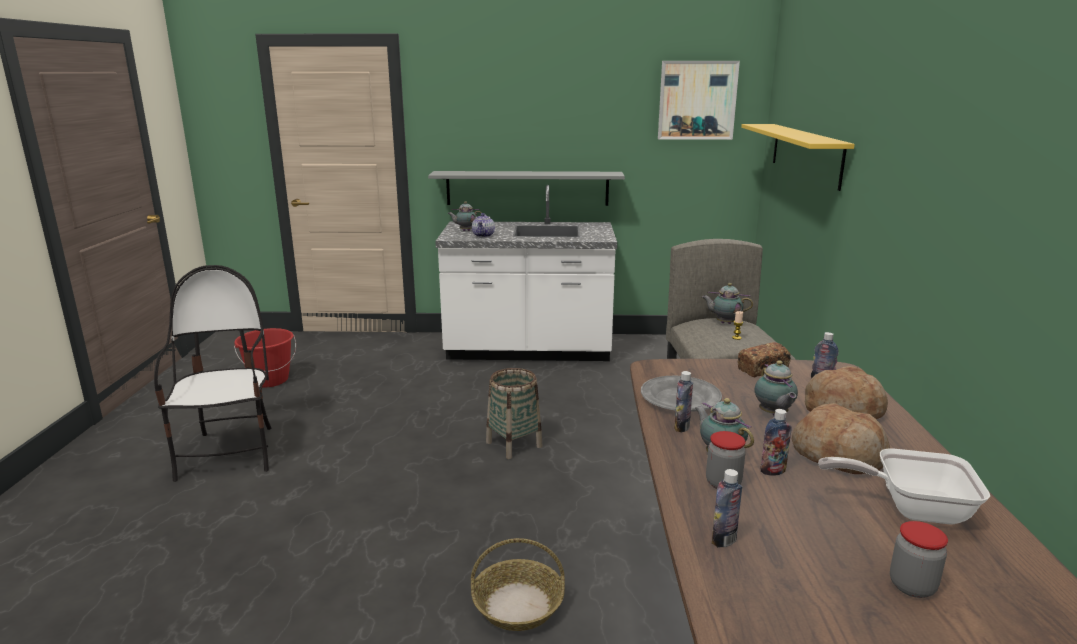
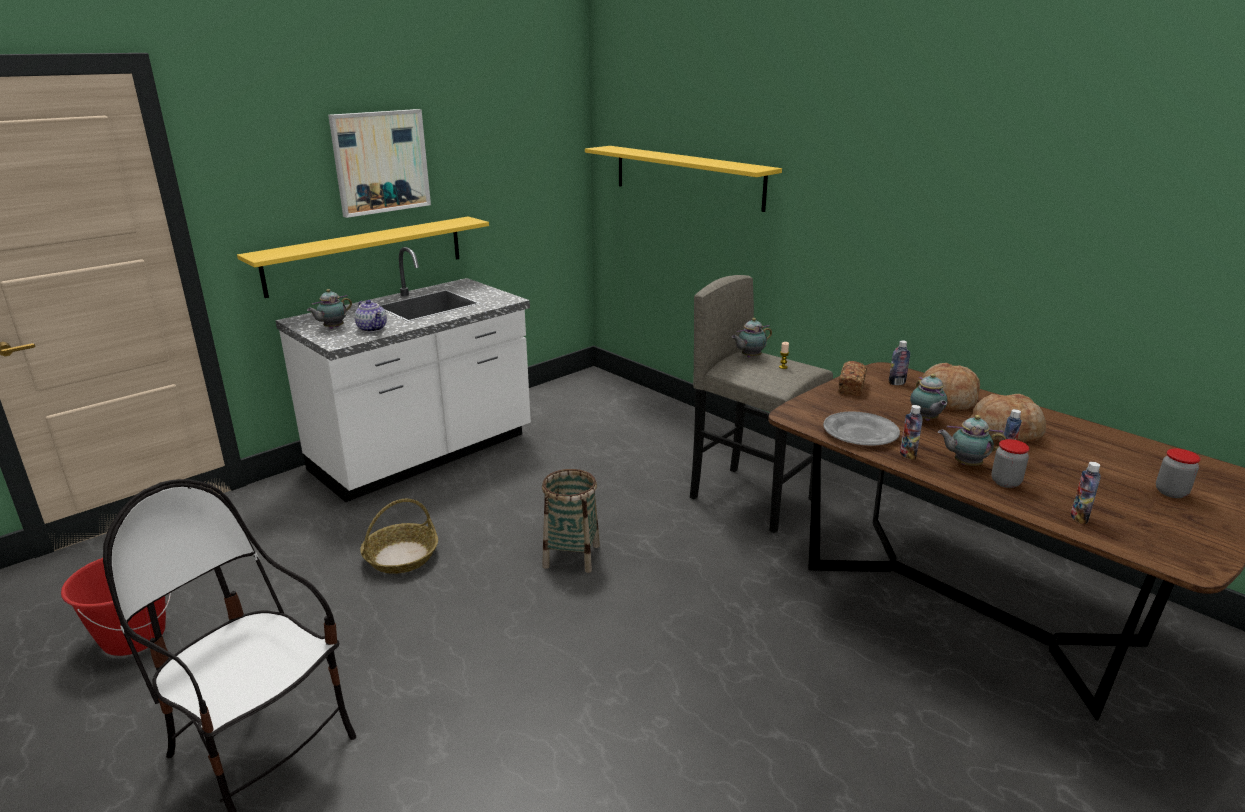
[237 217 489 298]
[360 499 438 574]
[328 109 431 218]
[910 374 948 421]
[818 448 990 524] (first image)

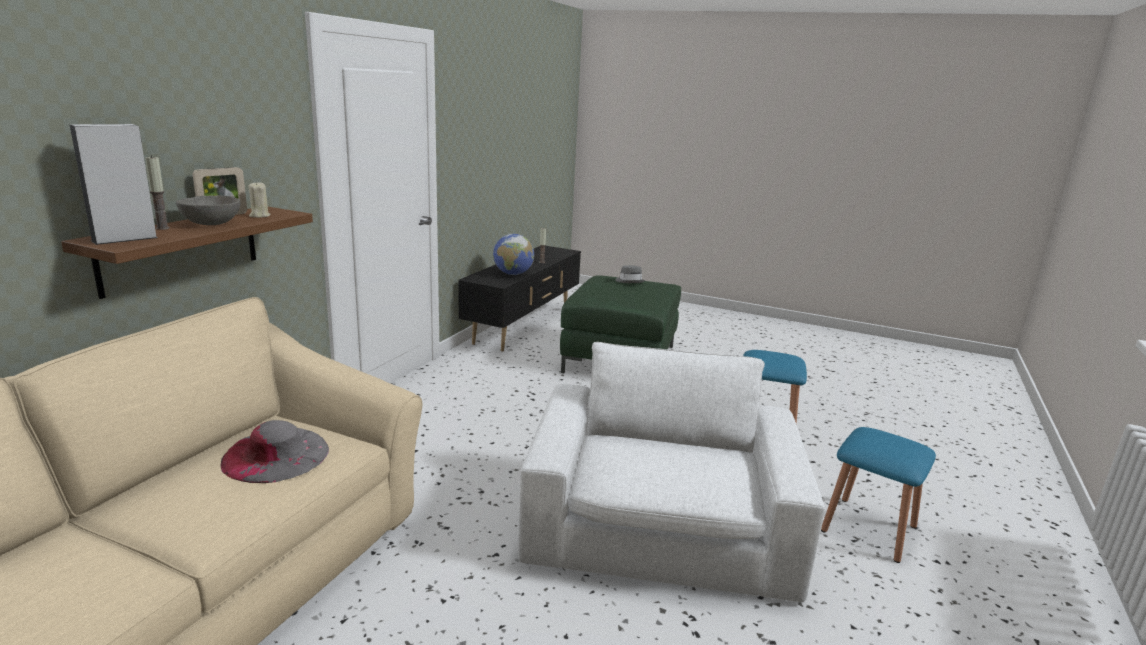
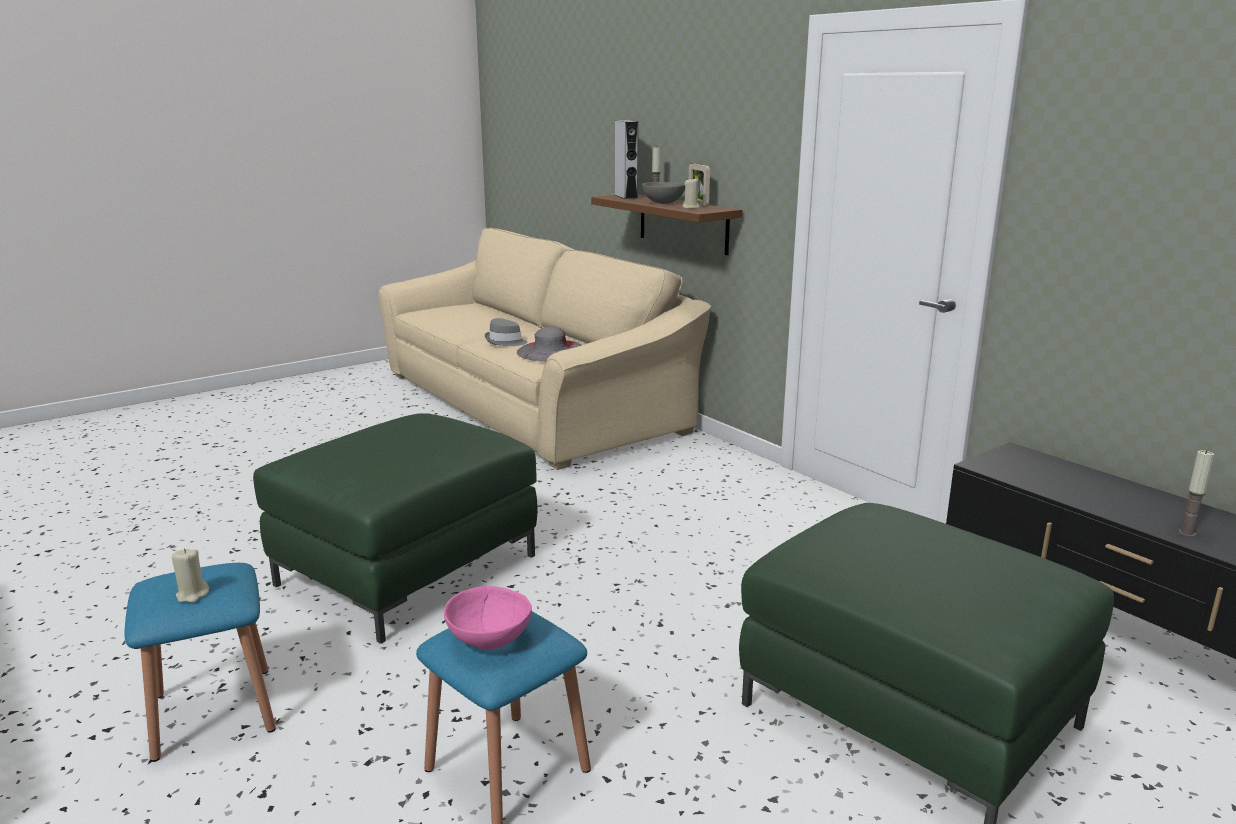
[493 234 534 275] (first image)
[253 413 538 644]
[485 318 528 346]
[172 548 209 603]
[444 586 532 649]

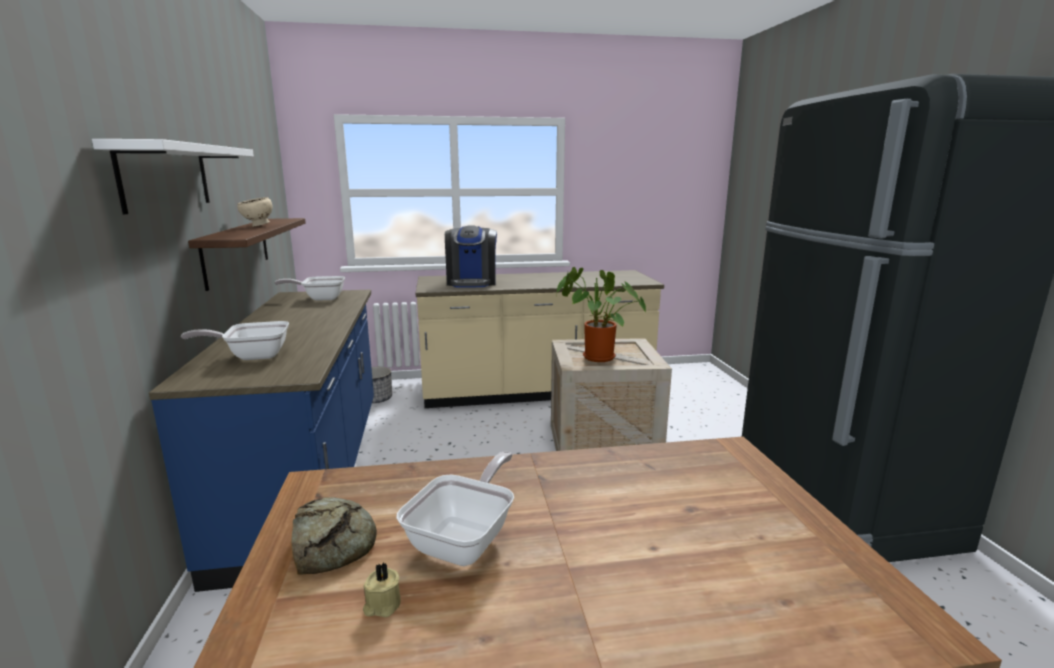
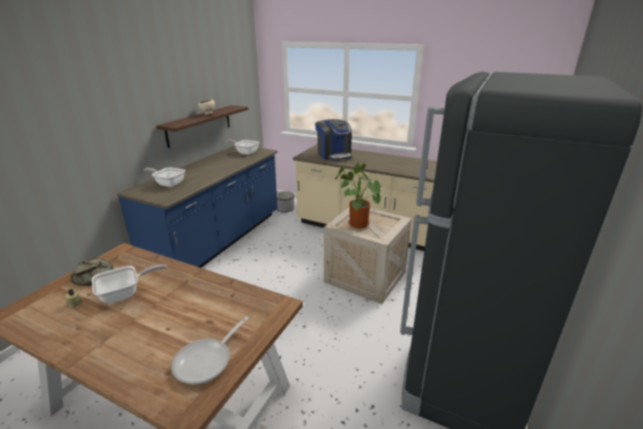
[92 139 254 214] (first image)
[315 119 352 161]
[171 317 249 385]

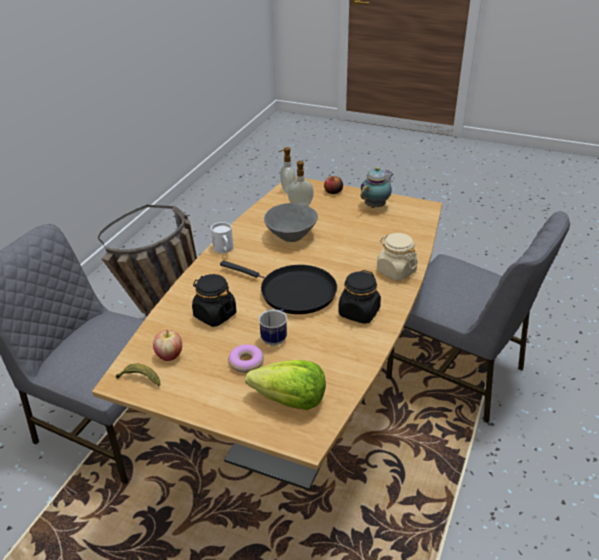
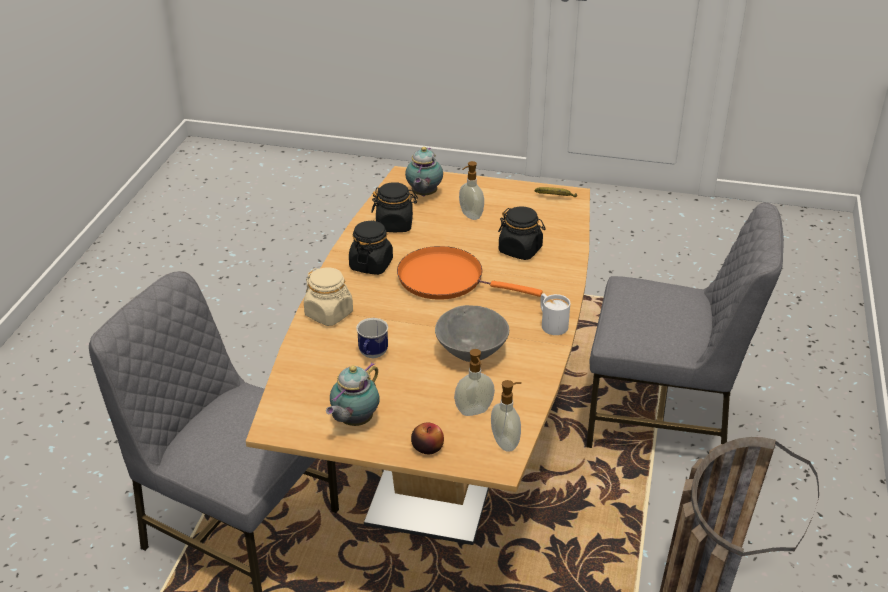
[153 330 182 361] (first image)
[397 246 543 300]
[459 161 484 220]
[405 147 443 196]
[356 318 388 358]
[371 182 418 232]

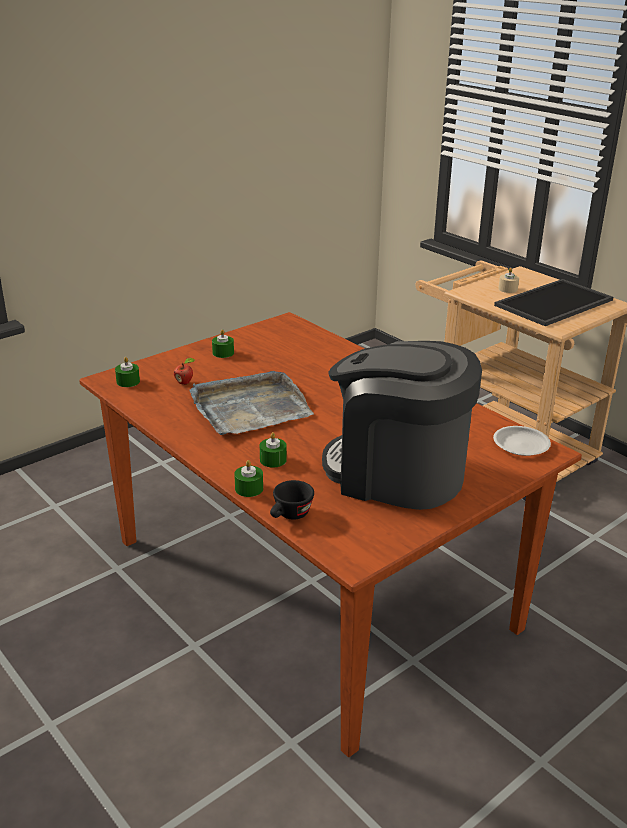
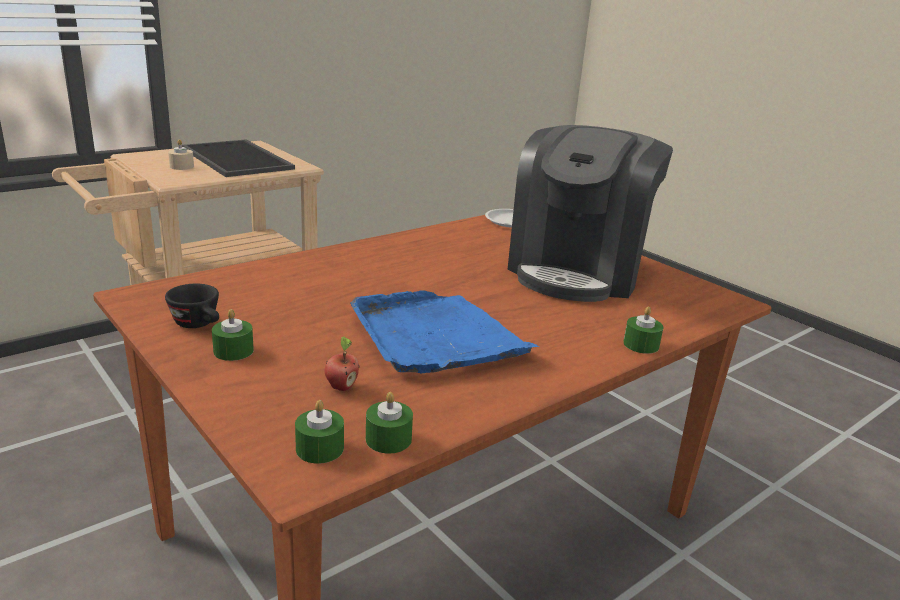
[350 290 539 373]
[366 392 413 454]
[165 284 219 328]

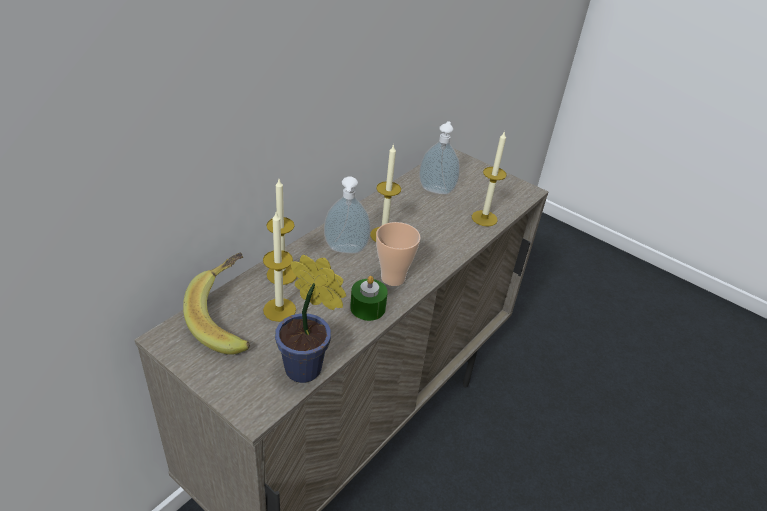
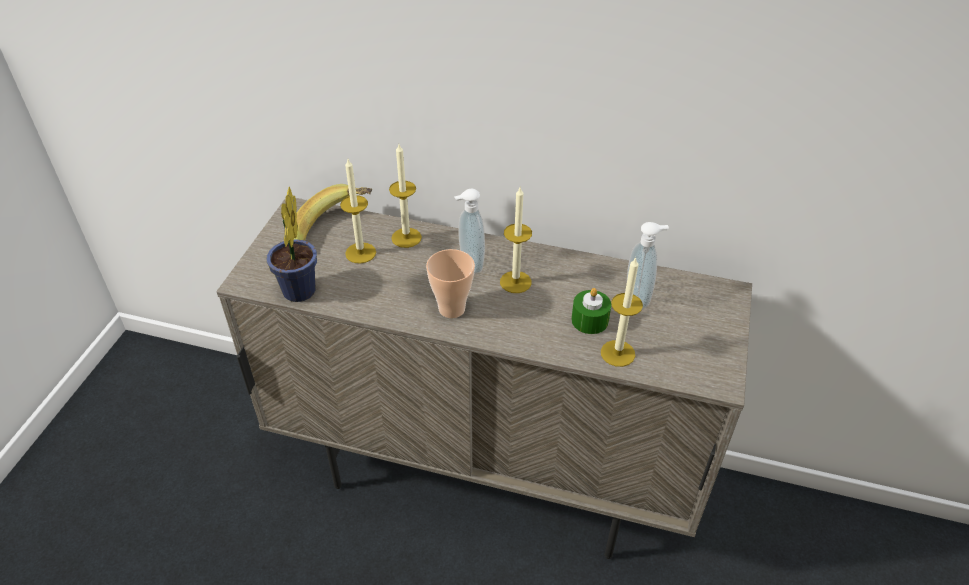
[571 288 611 334]

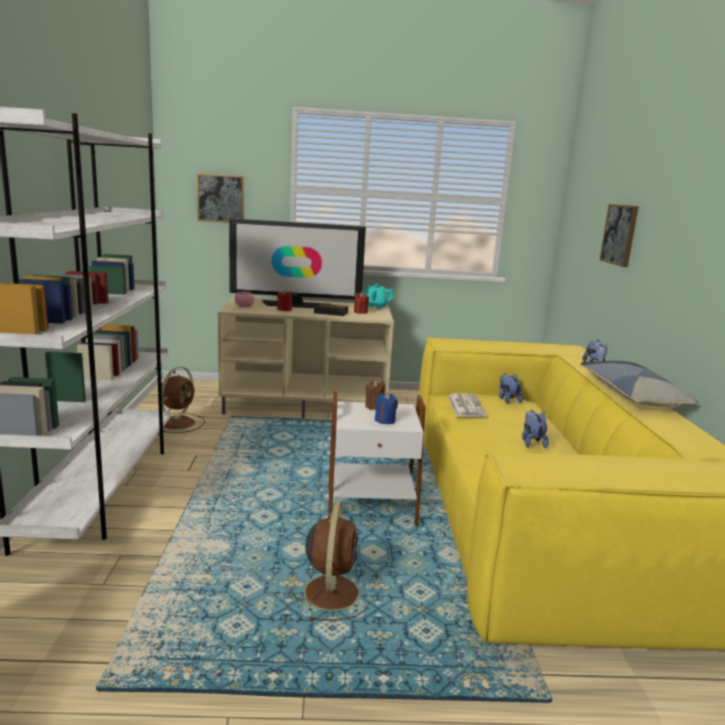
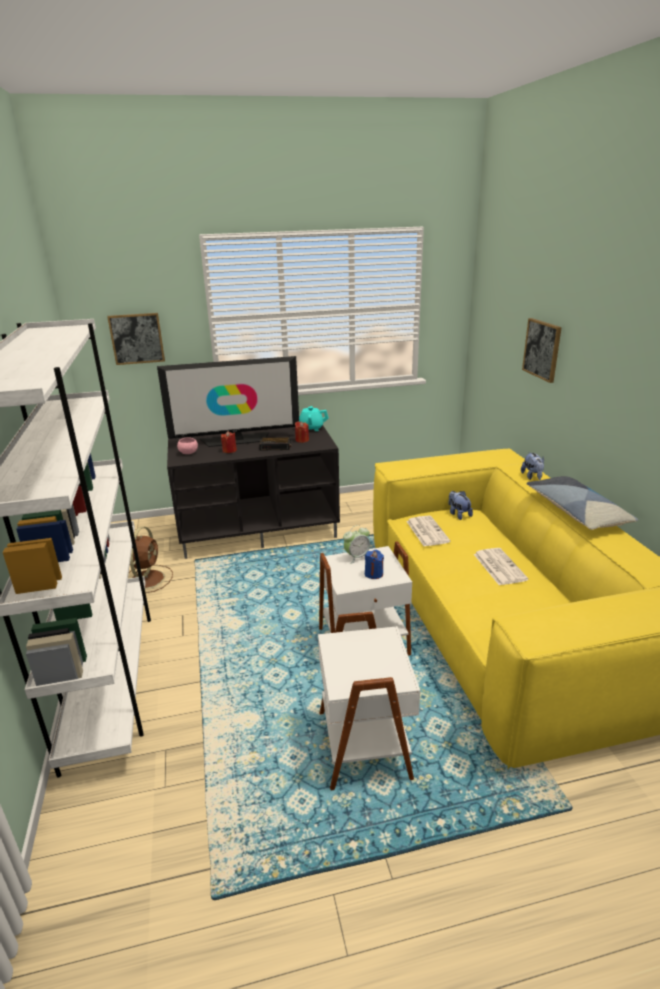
[167 425 340 559]
[318 612 420 790]
[343 525 370 564]
[474 548 528 585]

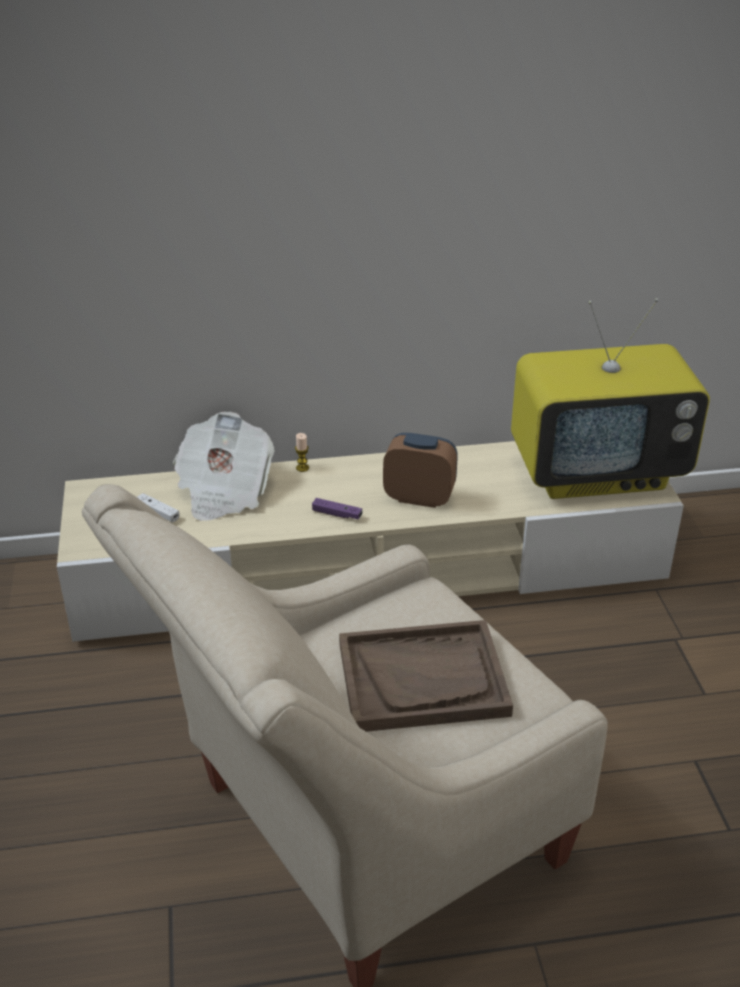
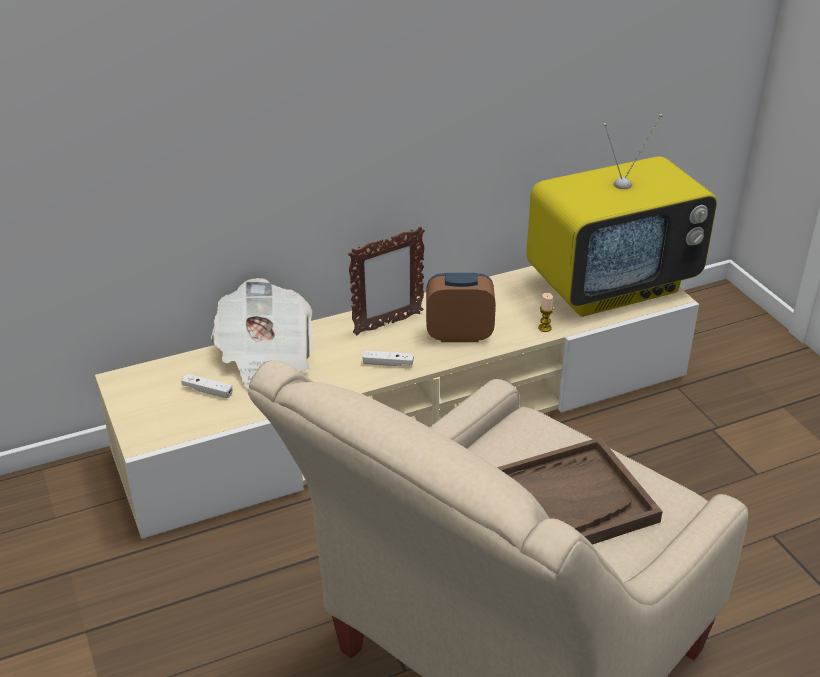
[538 293 554 332]
[362 351 414 366]
[348 227 425 335]

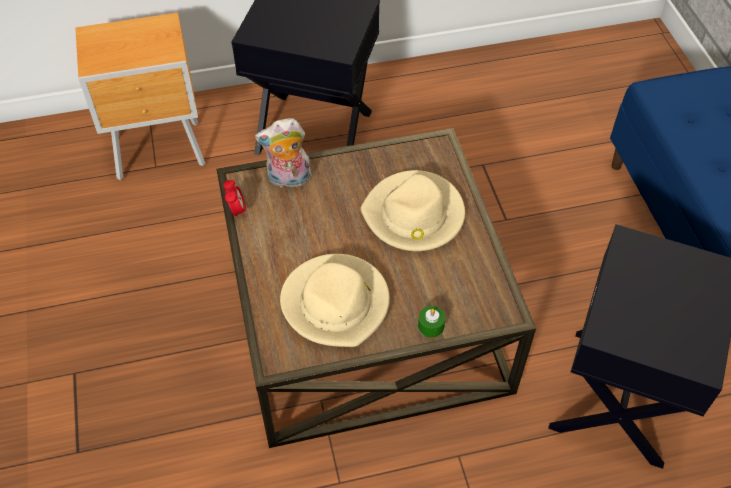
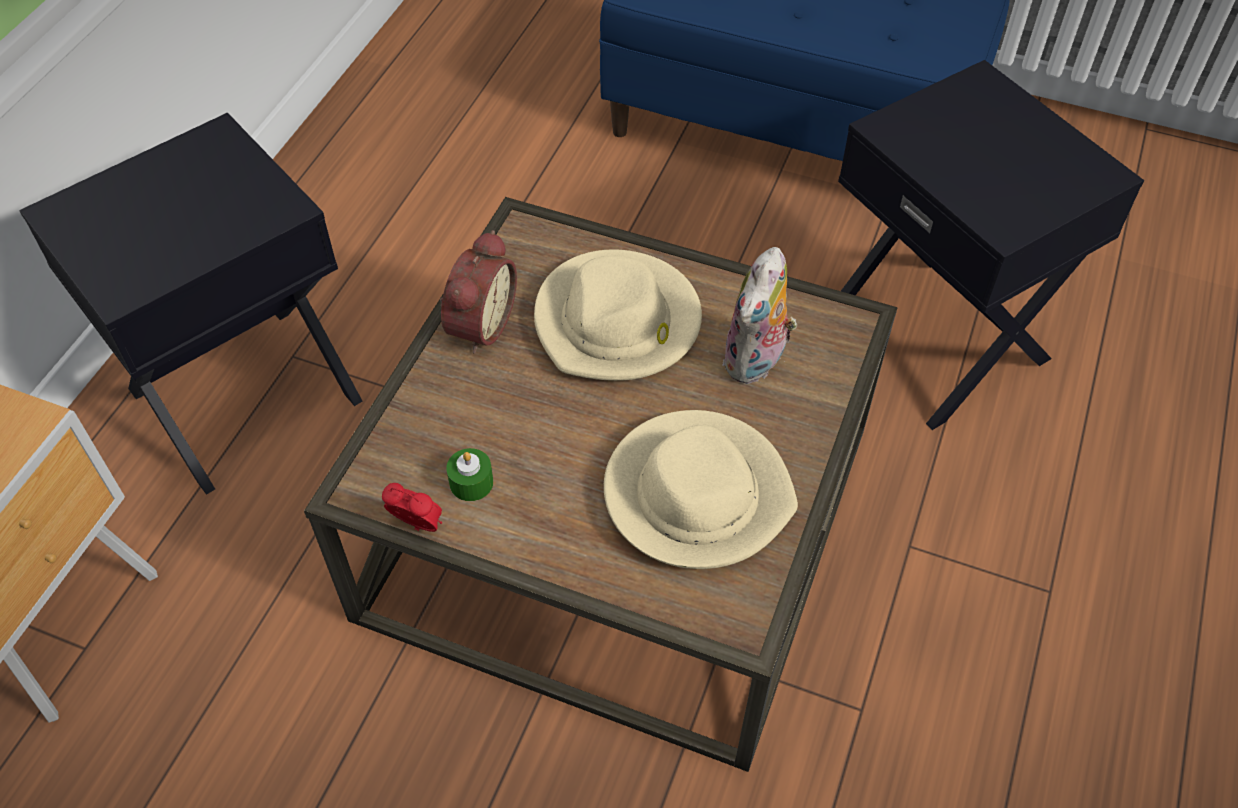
[722 247 797 384]
[446 448 493 501]
[440 230 517 353]

